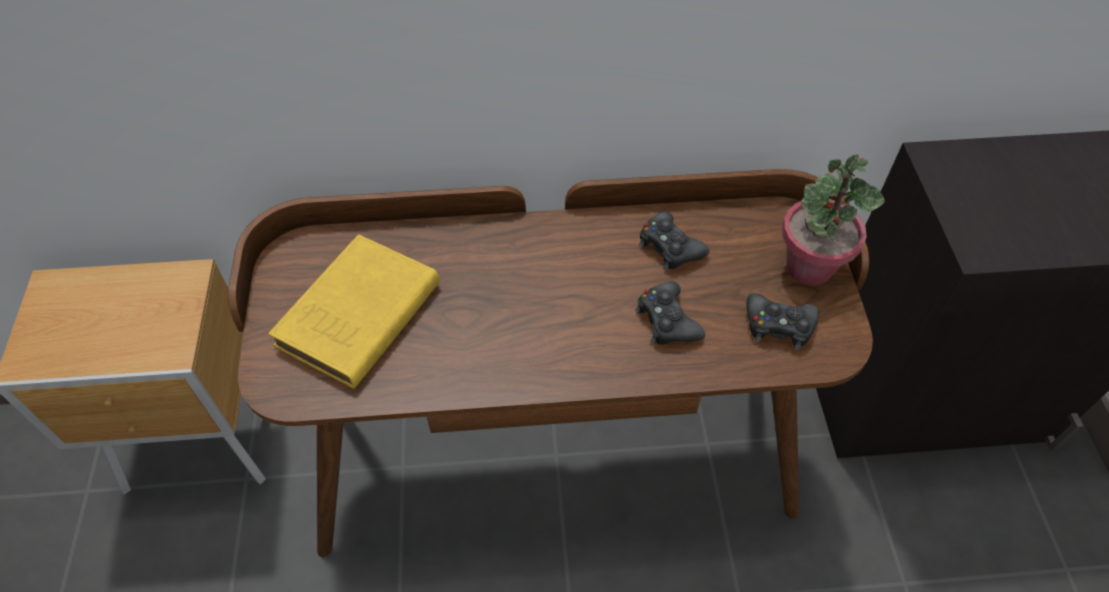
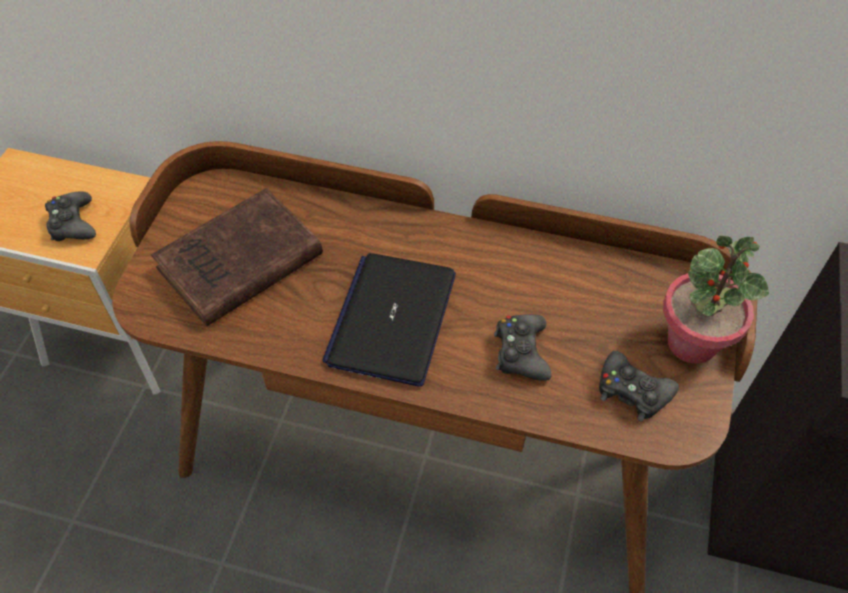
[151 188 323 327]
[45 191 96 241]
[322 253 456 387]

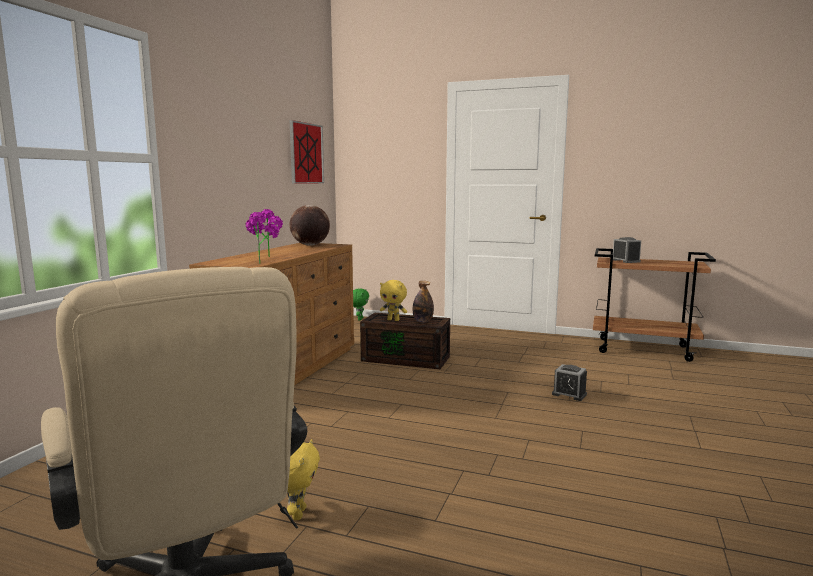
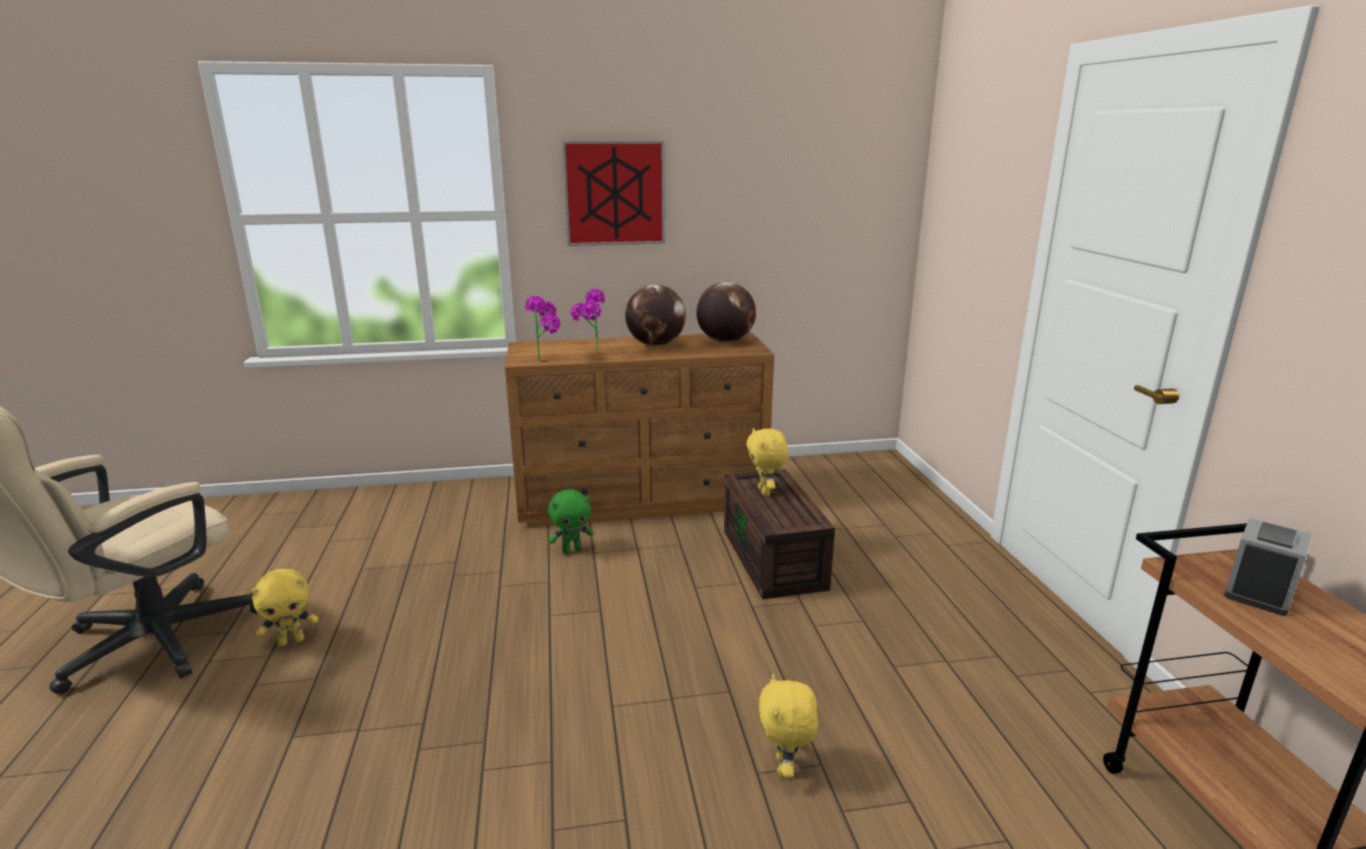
[562 141 665 246]
[548 489 594 553]
[413 281 434 323] (first image)
[759 674 818 778]
[625 284 686 346]

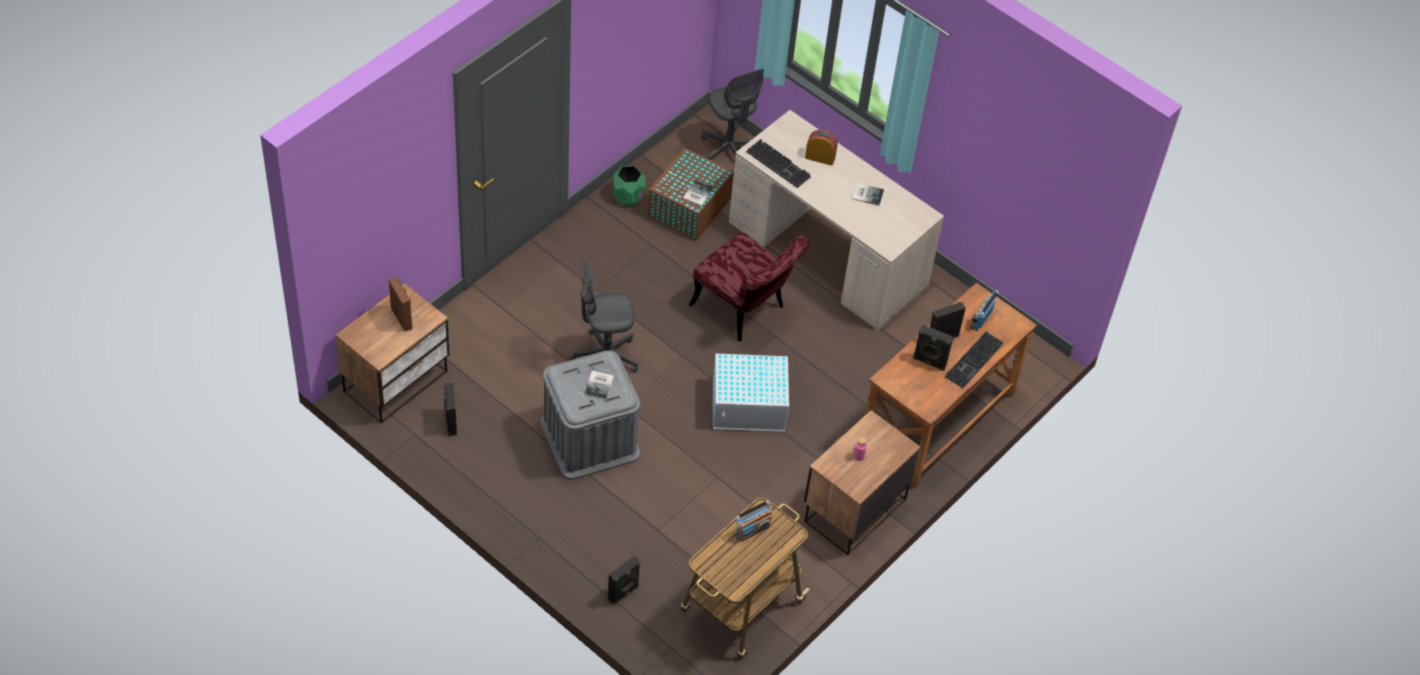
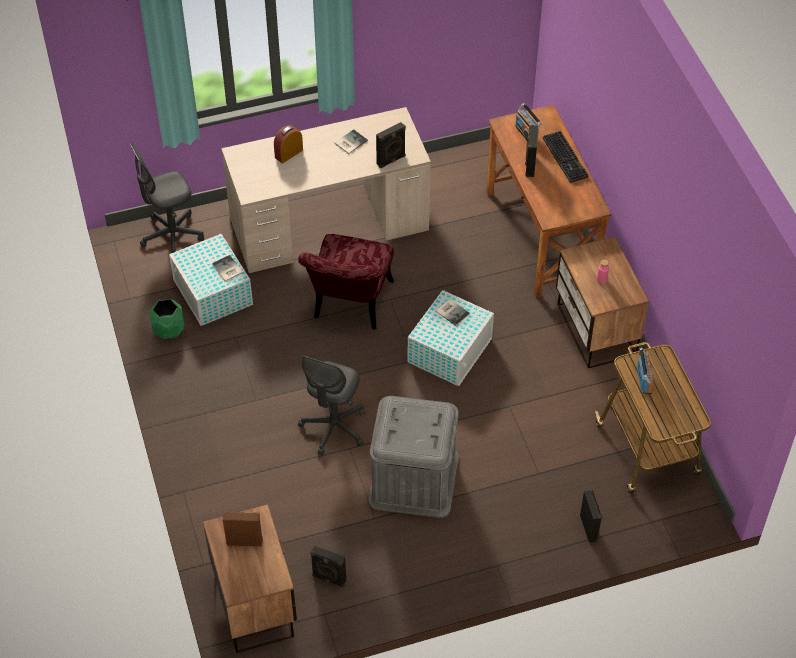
[436 299 470 326]
[169 234 253 326]
[298 234 394 330]
[129 143 204 253]
[746 139 811 188] (first image)
[376 122 406 168]

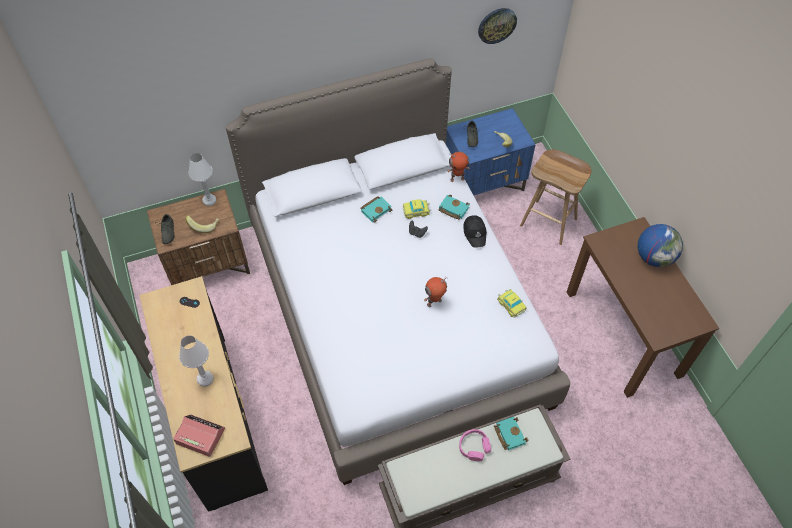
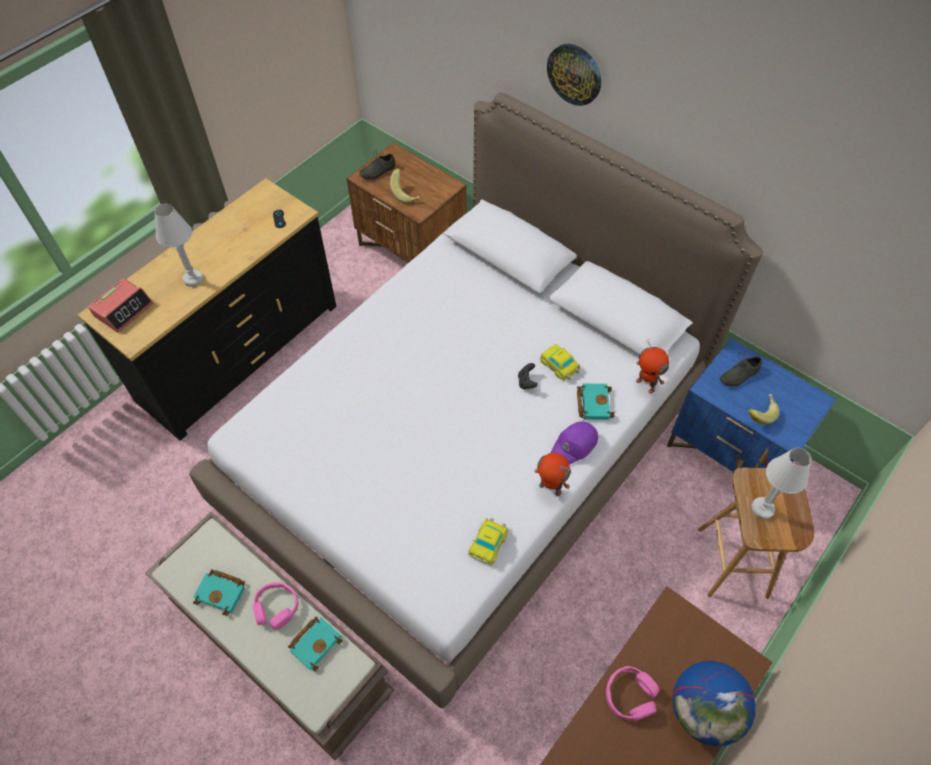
[88 278 153 333]
[751 448 811 519]
[193 569 245 616]
[534 453 571 496]
[550 421 598 465]
[547 44 601 106]
[606 666 659 721]

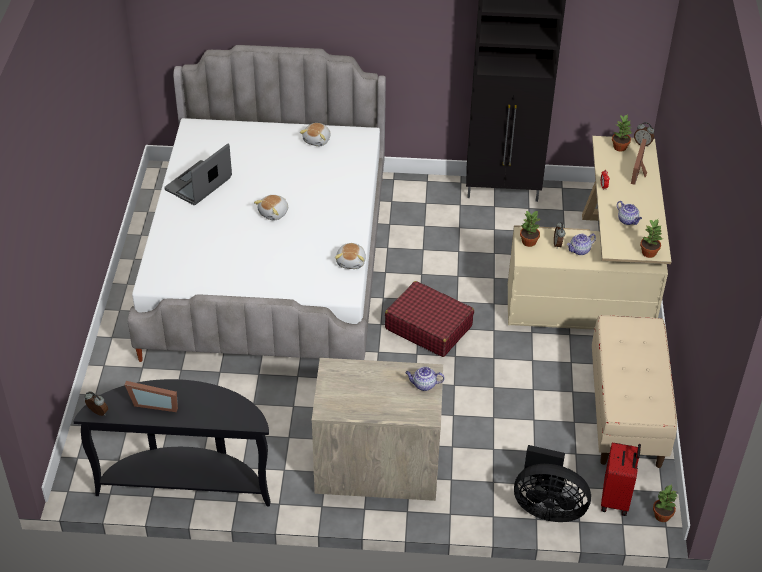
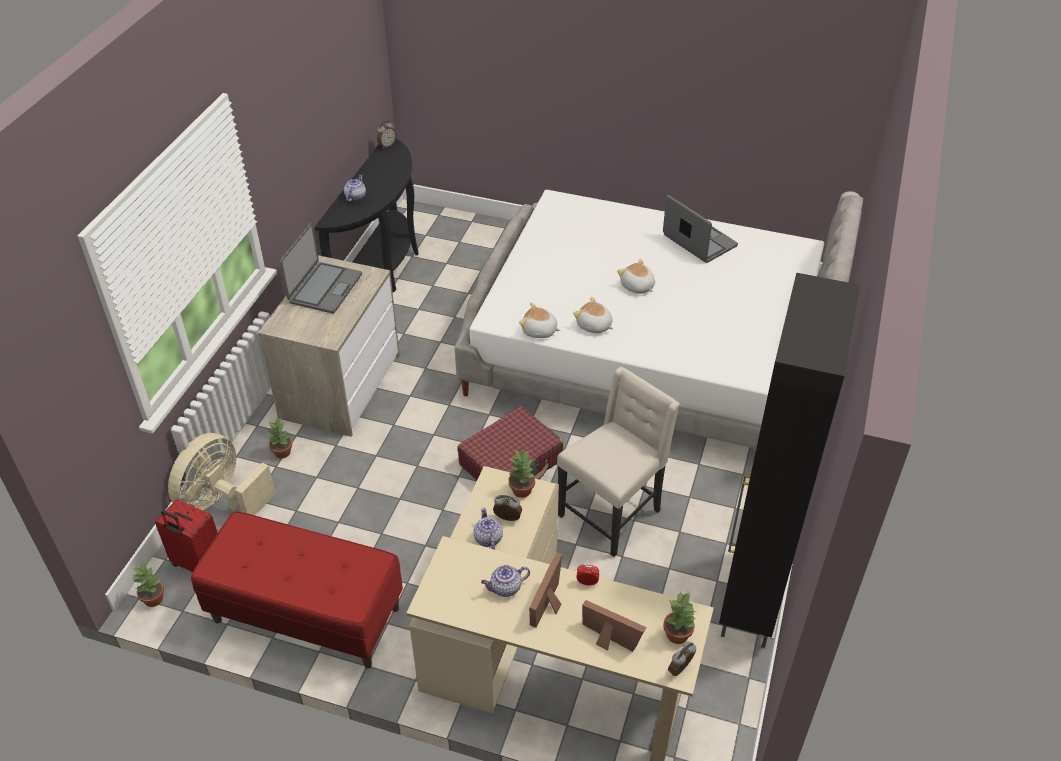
[529 552 562 628]
[573 296 613 333]
[344 175 366 202]
[168 433 276 515]
[191 511 403 668]
[268 418 292 459]
[280 223 362 313]
[557 367 680 557]

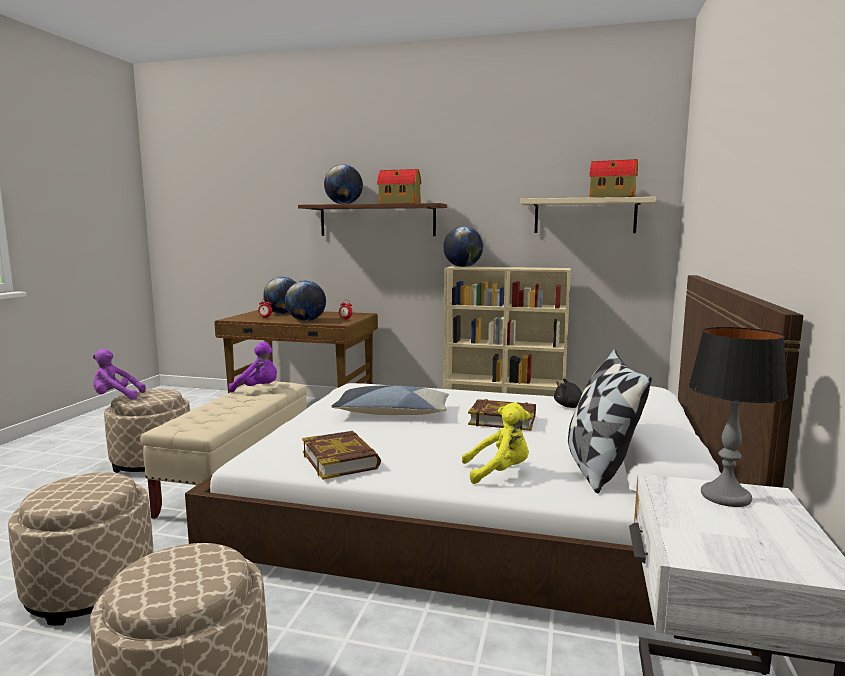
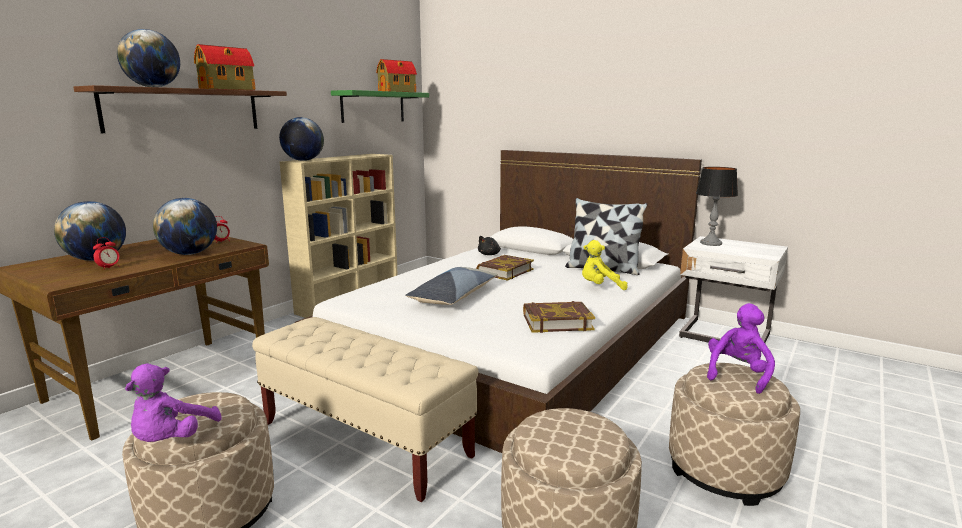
[707 303 775 394]
[582 240 628 290]
[331 90 429 123]

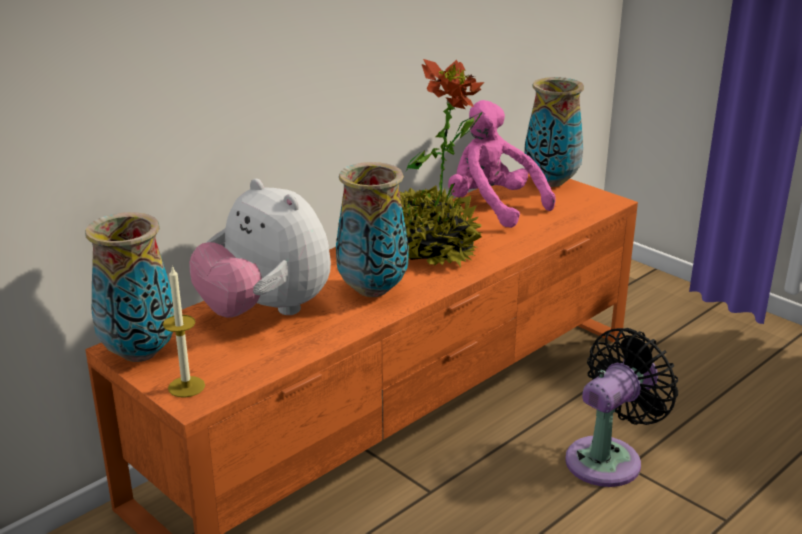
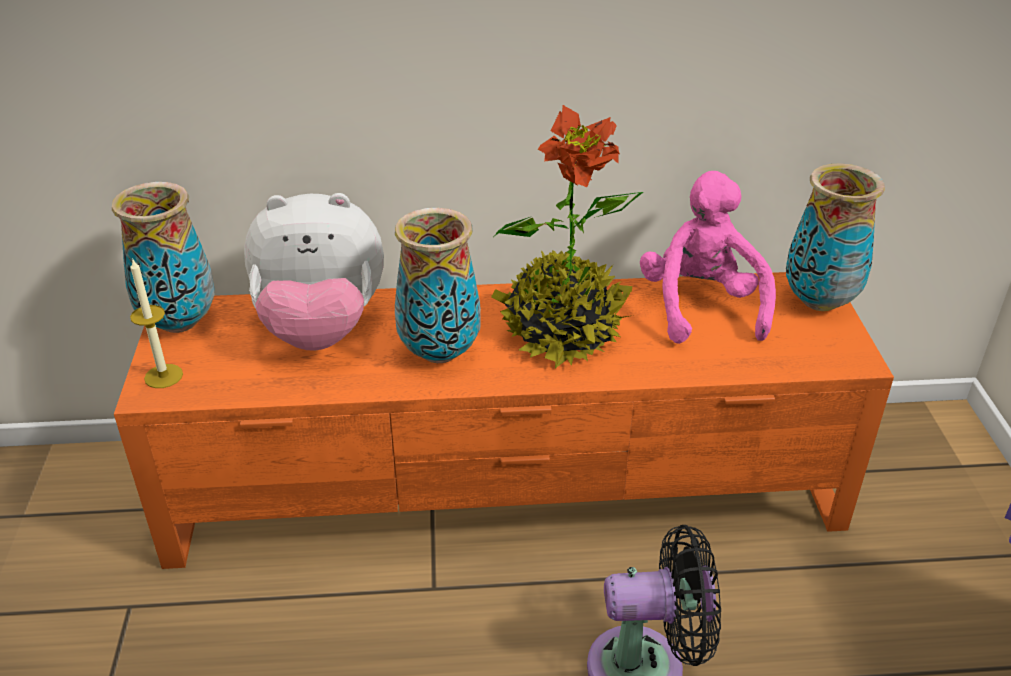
[244 193 384 351]

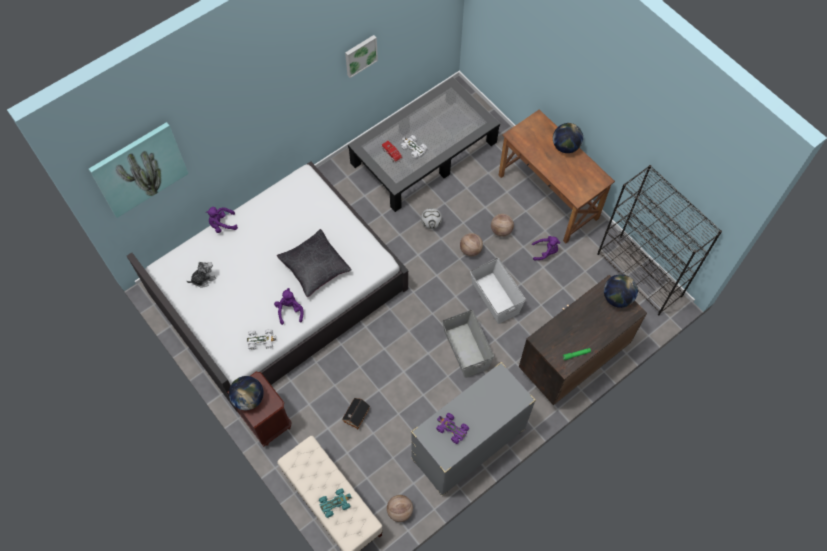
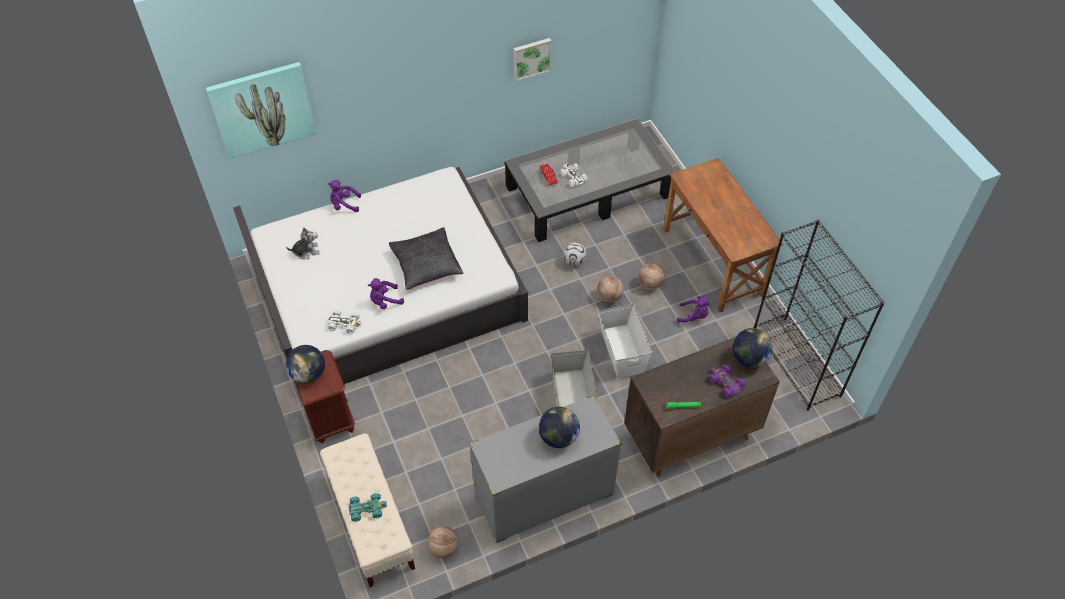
[368 278 404 309]
[342 398 370 429] (first image)
[709 364 746 397]
[538 407 580 448]

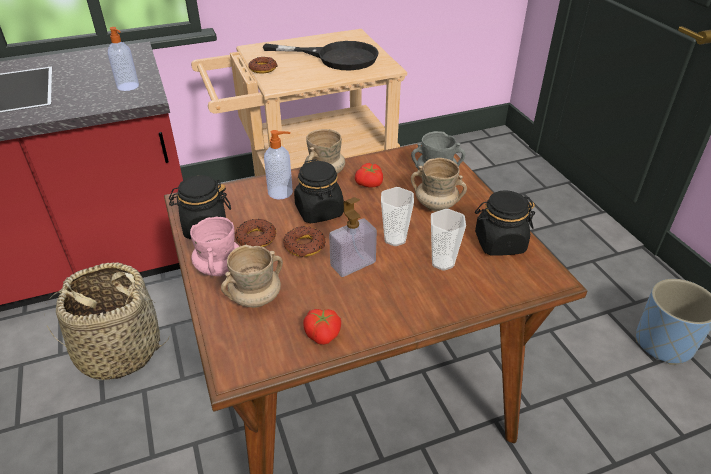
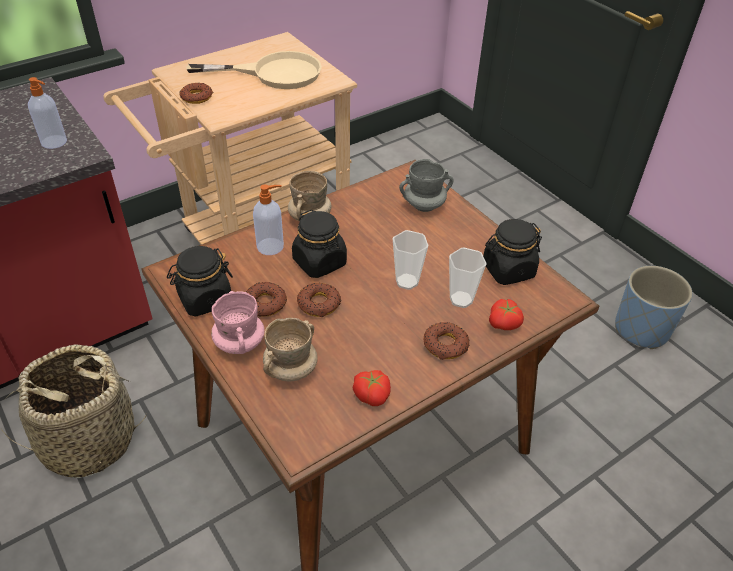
[186 51 322 89]
[329 197 377 277] (first image)
[489 299 524 330]
[411 158 467 212] (first image)
[424 322 469 360]

